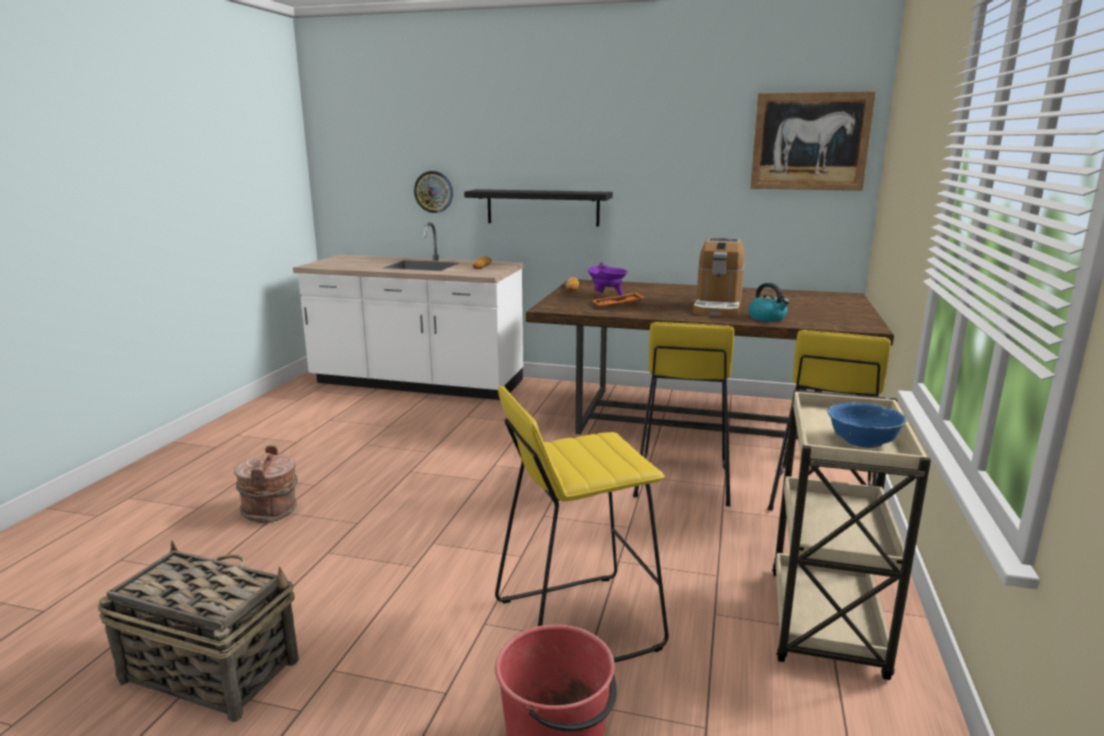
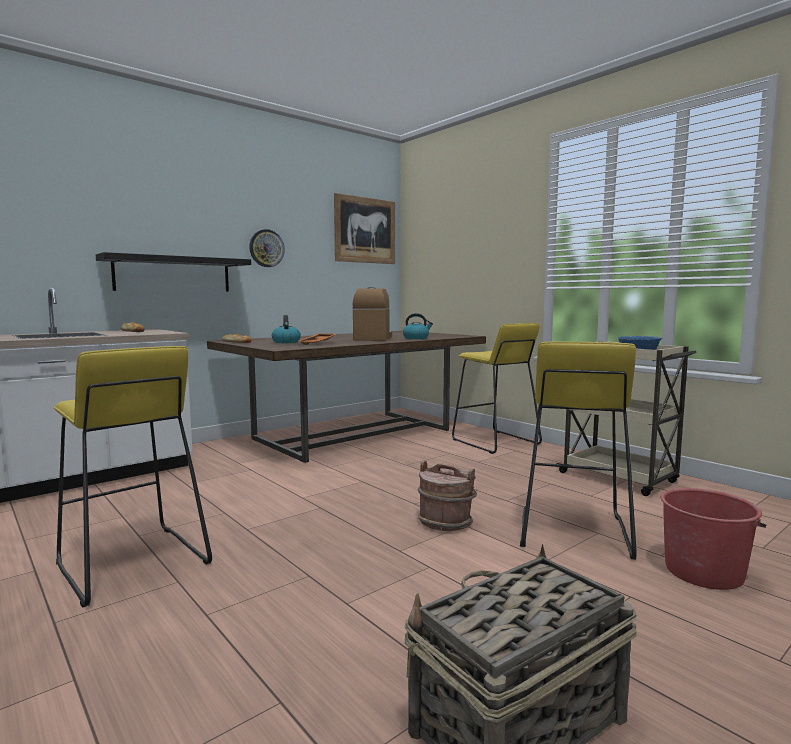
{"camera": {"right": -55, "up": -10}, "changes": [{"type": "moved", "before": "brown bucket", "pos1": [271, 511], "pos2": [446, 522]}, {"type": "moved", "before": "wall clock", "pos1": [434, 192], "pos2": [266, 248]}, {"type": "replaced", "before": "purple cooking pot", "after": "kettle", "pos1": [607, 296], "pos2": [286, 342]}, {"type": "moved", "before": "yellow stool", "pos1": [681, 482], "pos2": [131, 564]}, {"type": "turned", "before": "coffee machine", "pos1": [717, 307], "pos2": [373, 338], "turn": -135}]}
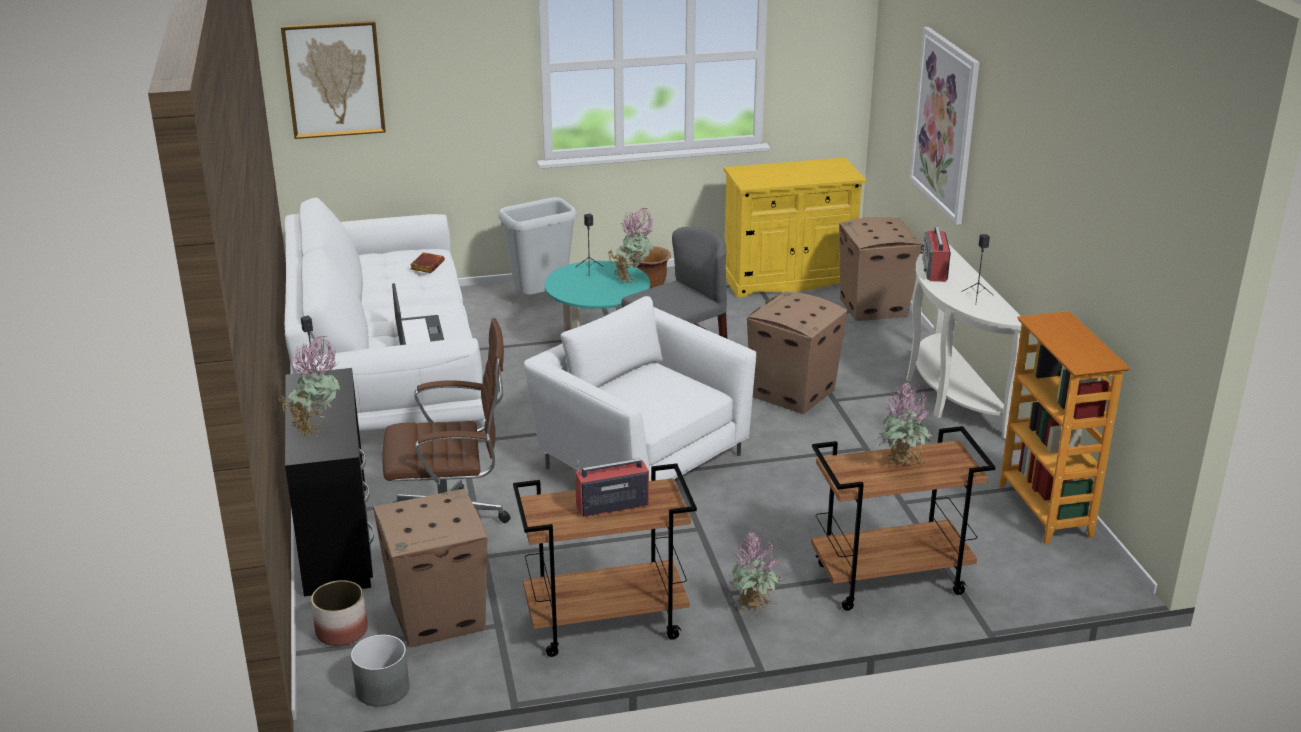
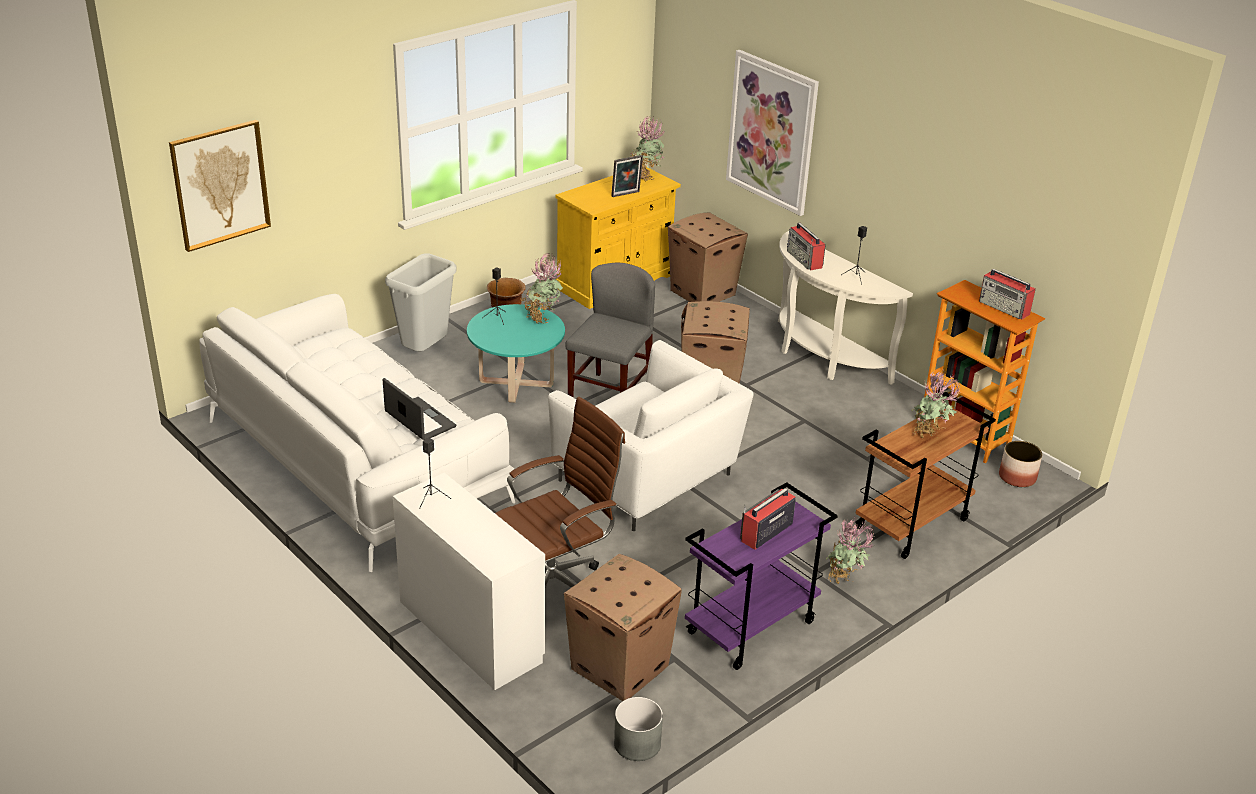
{"camera": {"right": -30, "up": 5}, "changes": [{"type": "moved", "before": "potted plant", "pos1": [316, 428], "pos2": [645, 176]}, {"type": "recoloured", "before": "black desk", "after": "white desk", "pos1": [335, 539], "pos2": [470, 631]}, {"type": "moved", "before": "planter", "pos1": [342, 631], "pos2": [1017, 477]}, {"type": "removed", "before": "brown book", "pos1": [427, 265]}, {"type": "recoloured", "before": "brown cart", "after": "purple cart", "pos1": [604, 624], "pos2": [750, 629]}, {"type": "turned", "before": "white armchair", "pos1": [640, 459], "pos2": [648, 480], "turn": -150}, {"type": "added", "after": "picture frame", "pos2": [626, 194]}, {"type": "added", "after": "radio", "pos2": [1004, 308]}]}
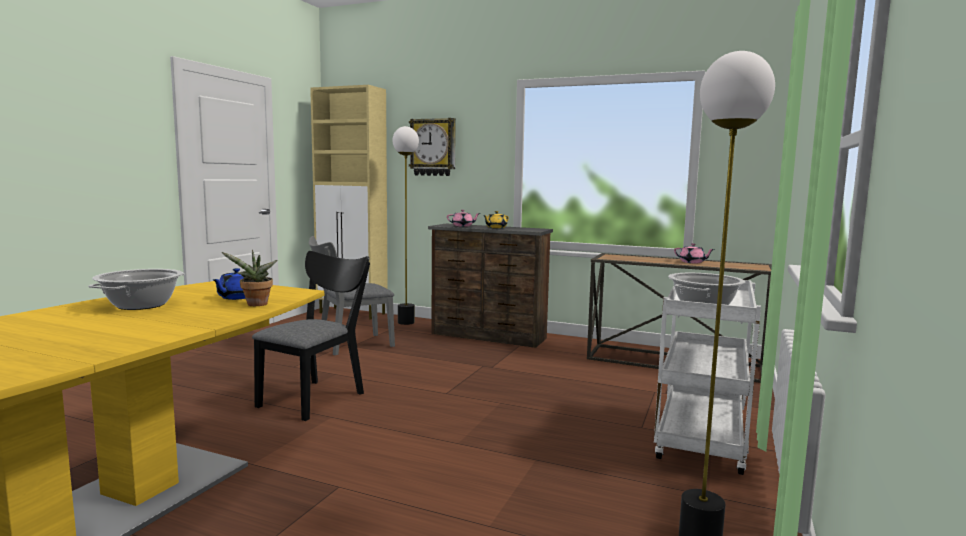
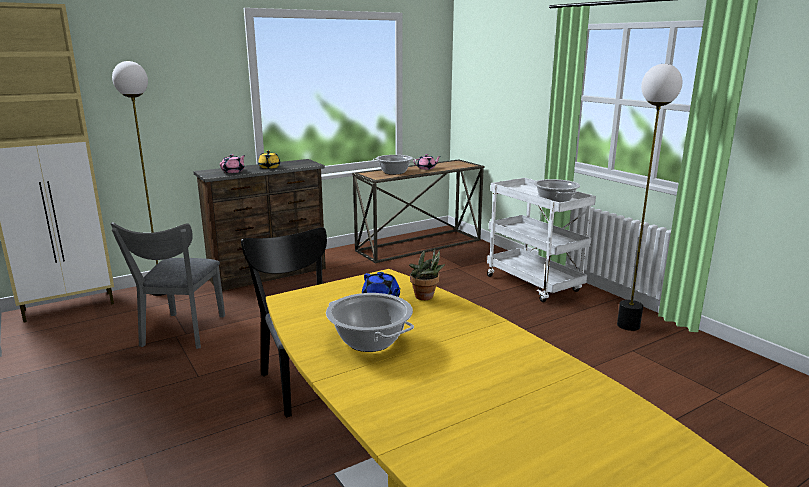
{"camera": {"right": -55, "up": 10}, "changes": [{"type": "removed", "before": "wall clock", "pos1": [433, 147]}, {"type": "added", "after": "cooking pot", "pos2": [394, 172]}]}
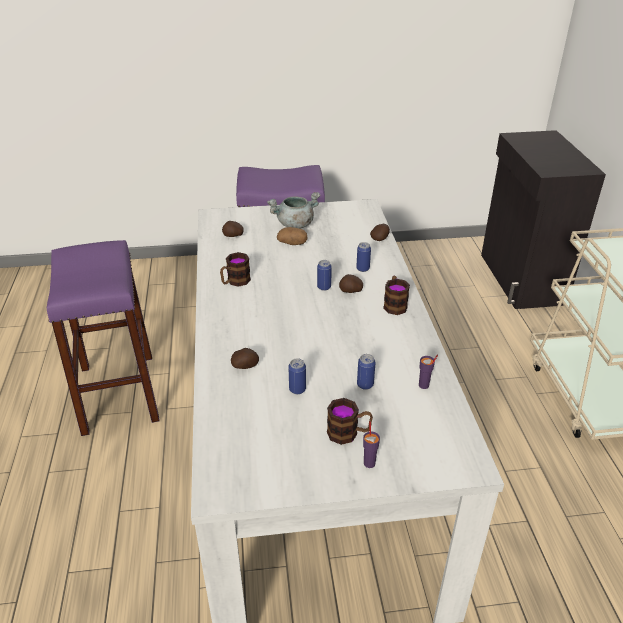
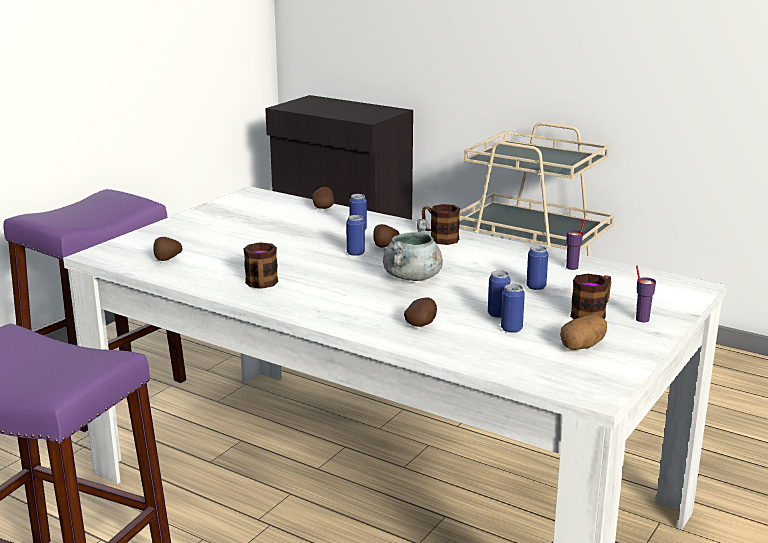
{"camera": {"right": -50, "up": -15}, "changes": [{"type": "moved", "before": "grey cooking pot", "pos1": [295, 225], "pos2": [412, 277]}, {"type": "moved", "before": "potato", "pos1": [292, 243], "pos2": [583, 346]}, {"type": "added", "after": "can", "pos2": [511, 329]}]}
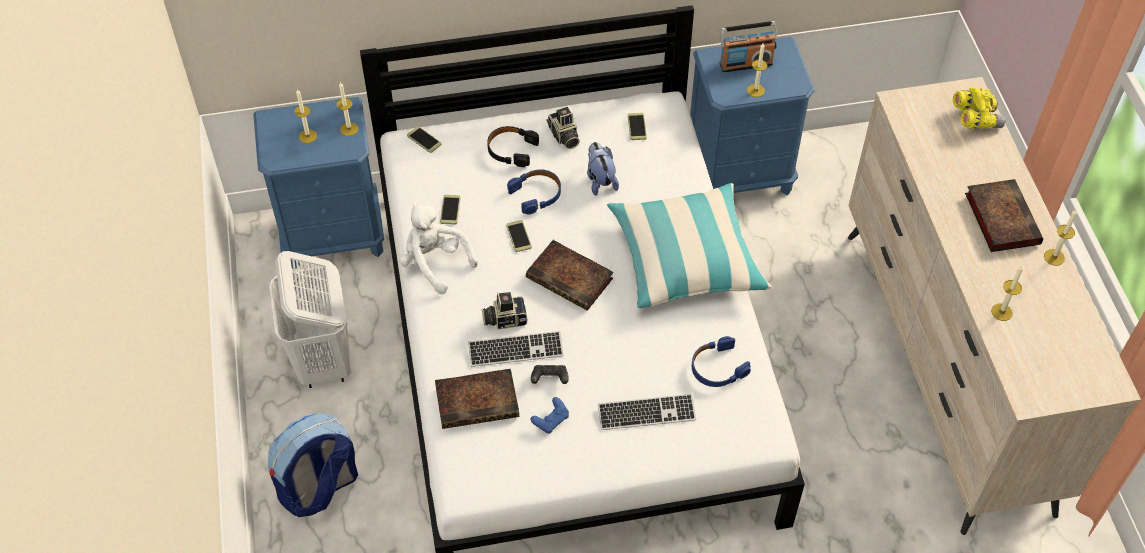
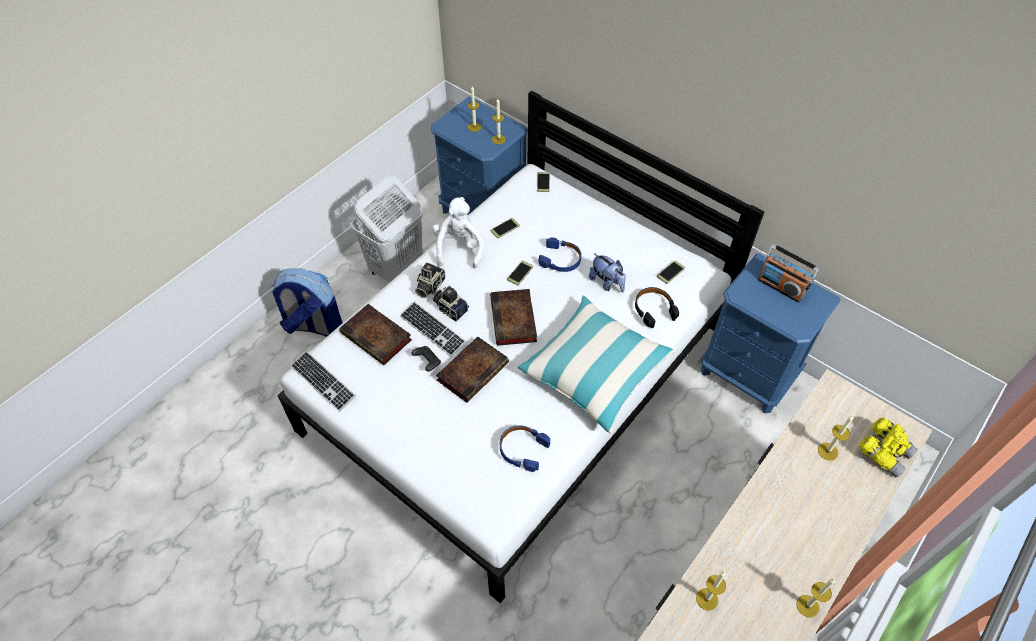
{"camera": {"right": 50, "up": 0}, "changes": [{"type": "moved", "before": "black headphones", "pos1": [511, 150], "pos2": [654, 309]}, {"type": "removed", "before": "blue game controller", "pos1": [551, 420]}, {"type": "moved", "before": "photo camera", "pos1": [563, 136], "pos2": [429, 286]}, {"type": "turned", "before": "plush toy", "pos1": [600, 180], "pos2": [607, 283], "turn": 105}, {"type": "moved", "before": "keyboard", "pos1": [646, 413], "pos2": [323, 382]}, {"type": "moved", "before": "candle", "pos1": [755, 90], "pos2": [827, 451]}, {"type": "moved", "before": "book", "pos1": [1000, 217], "pos2": [473, 370]}]}
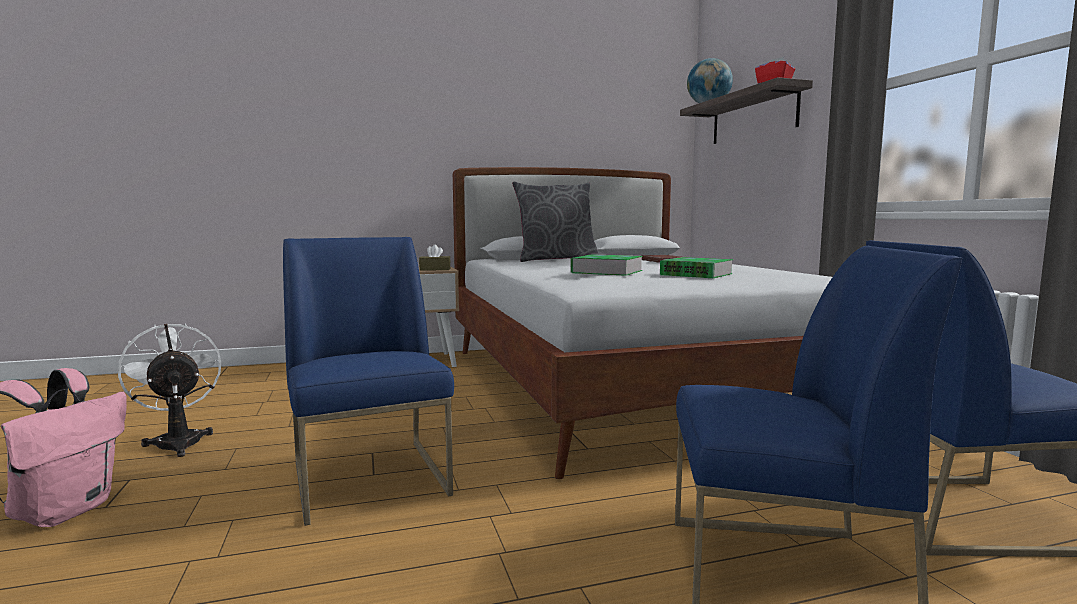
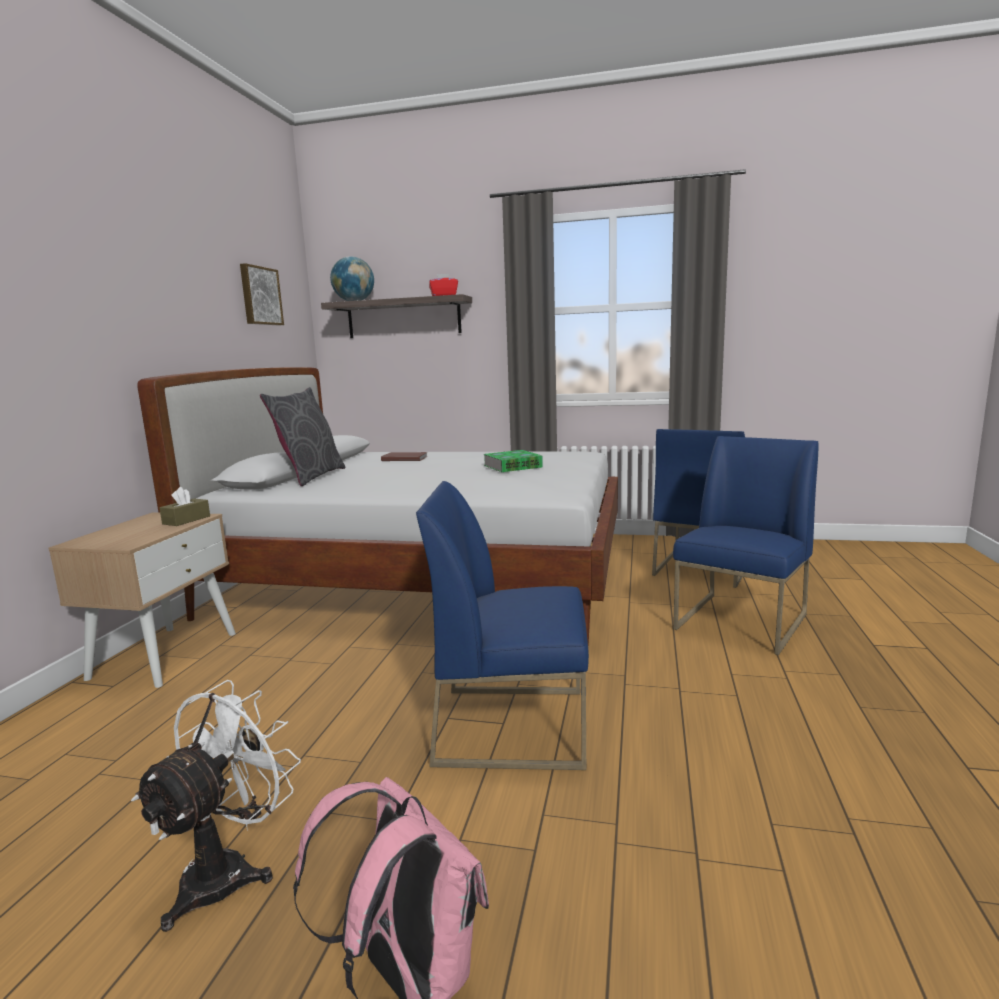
{"camera": {"right": -60, "up": 5}, "changes": [{"type": "turned", "before": "white fan", "pos1": [178, 441], "pos2": [229, 870], "turn": 120}, {"type": "removed", "before": "book", "pos1": [607, 271]}, {"type": "added", "after": "picture", "pos2": [260, 296]}]}
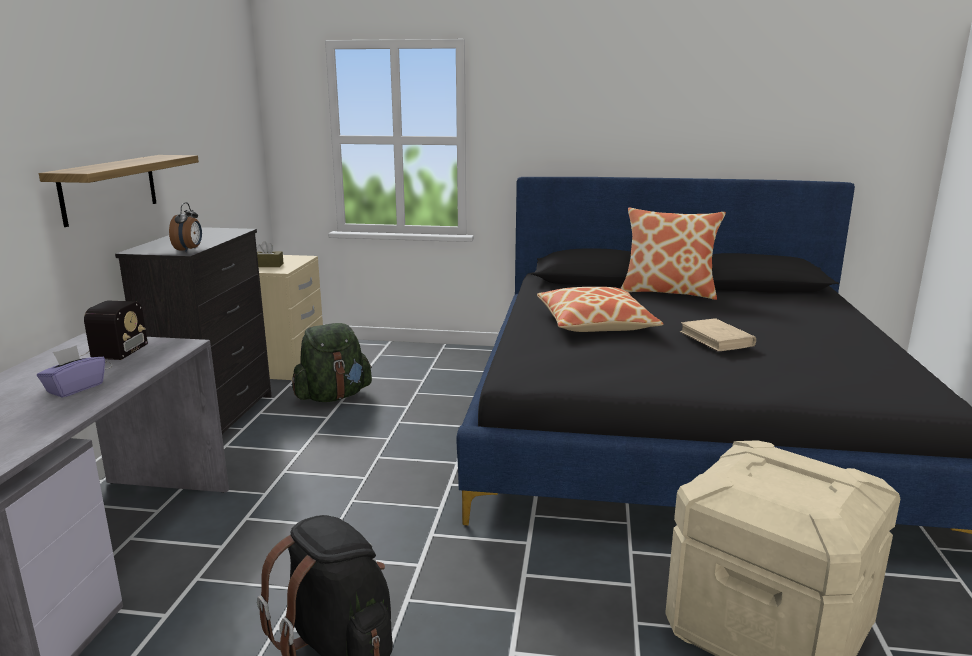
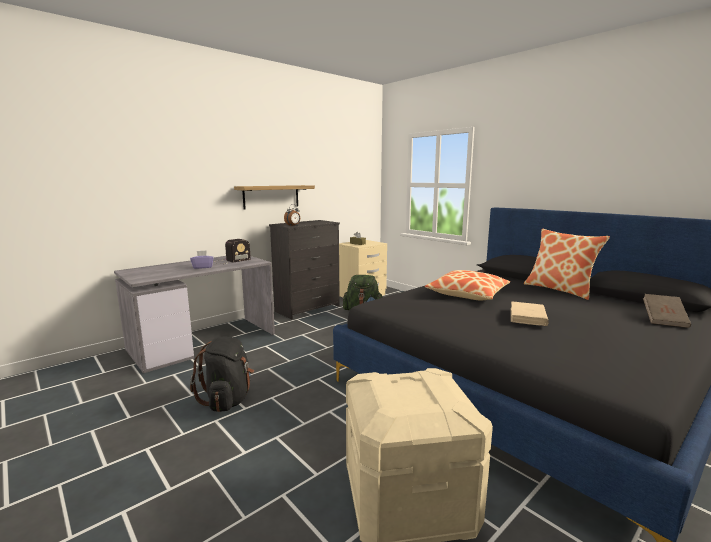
{"camera": {"right": 40, "up": -5}, "changes": [{"type": "added", "after": "brown book", "pos2": [664, 320]}]}
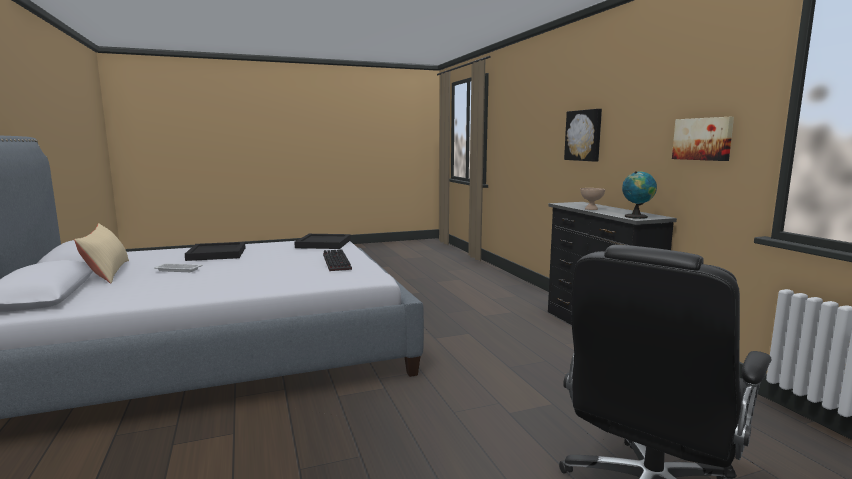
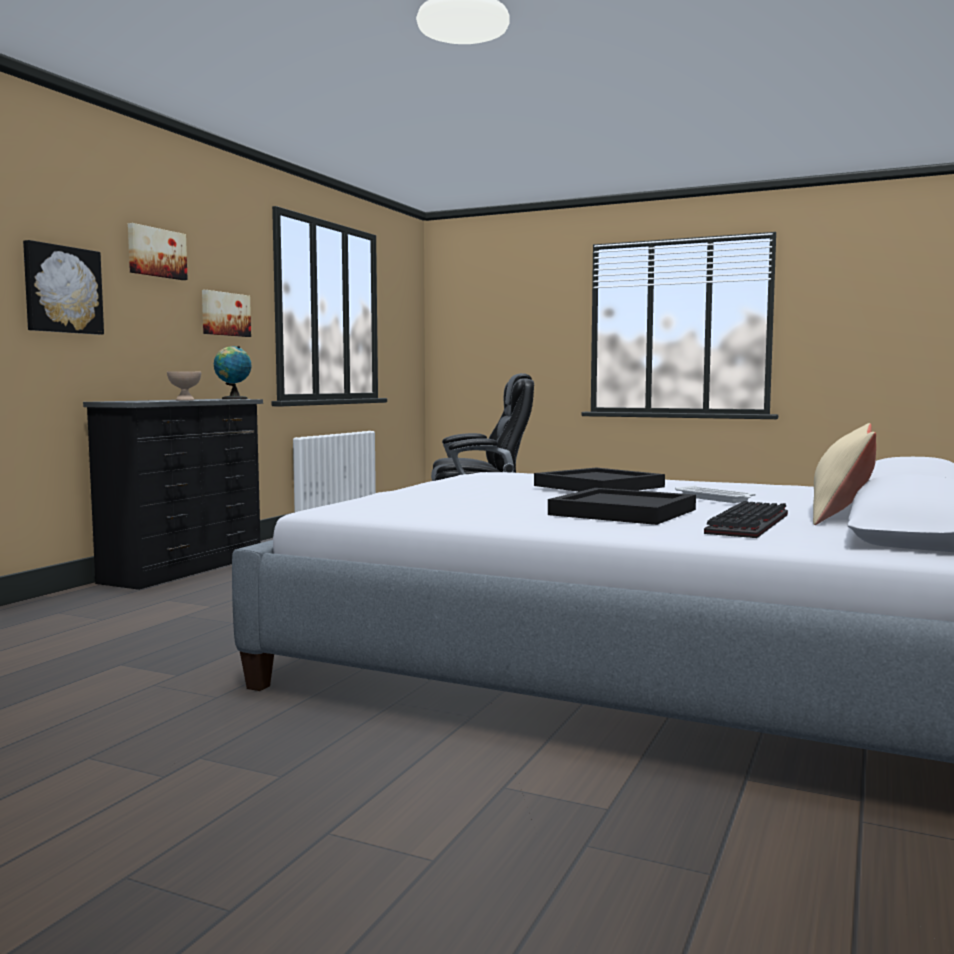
{"camera": {"right": -135, "up": -5}, "changes": [{"type": "moved", "before": "black tray", "pos1": [324, 243], "pos2": [597, 486]}, {"type": "moved", "before": "keyboard", "pos1": [335, 262], "pos2": [751, 525]}, {"type": "added", "after": "picture", "pos2": [156, 252]}]}
